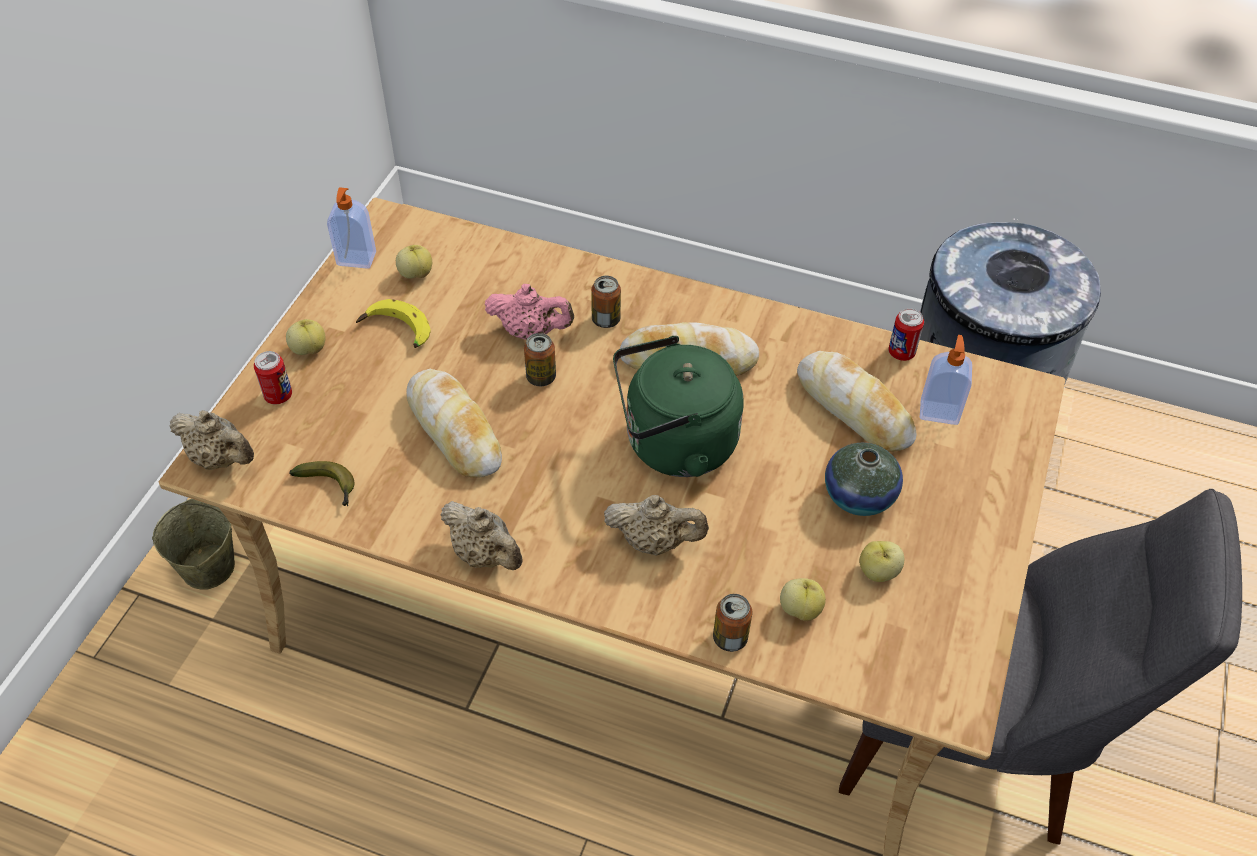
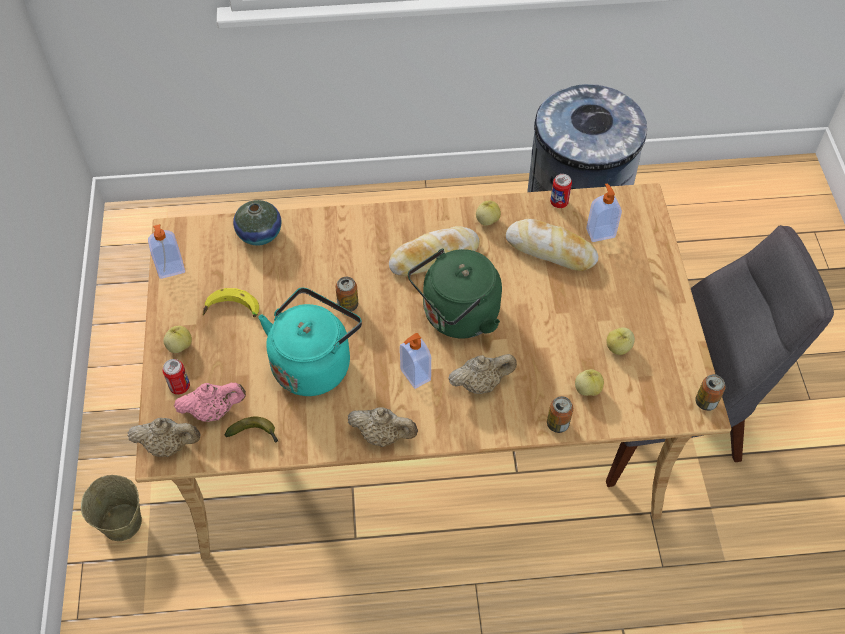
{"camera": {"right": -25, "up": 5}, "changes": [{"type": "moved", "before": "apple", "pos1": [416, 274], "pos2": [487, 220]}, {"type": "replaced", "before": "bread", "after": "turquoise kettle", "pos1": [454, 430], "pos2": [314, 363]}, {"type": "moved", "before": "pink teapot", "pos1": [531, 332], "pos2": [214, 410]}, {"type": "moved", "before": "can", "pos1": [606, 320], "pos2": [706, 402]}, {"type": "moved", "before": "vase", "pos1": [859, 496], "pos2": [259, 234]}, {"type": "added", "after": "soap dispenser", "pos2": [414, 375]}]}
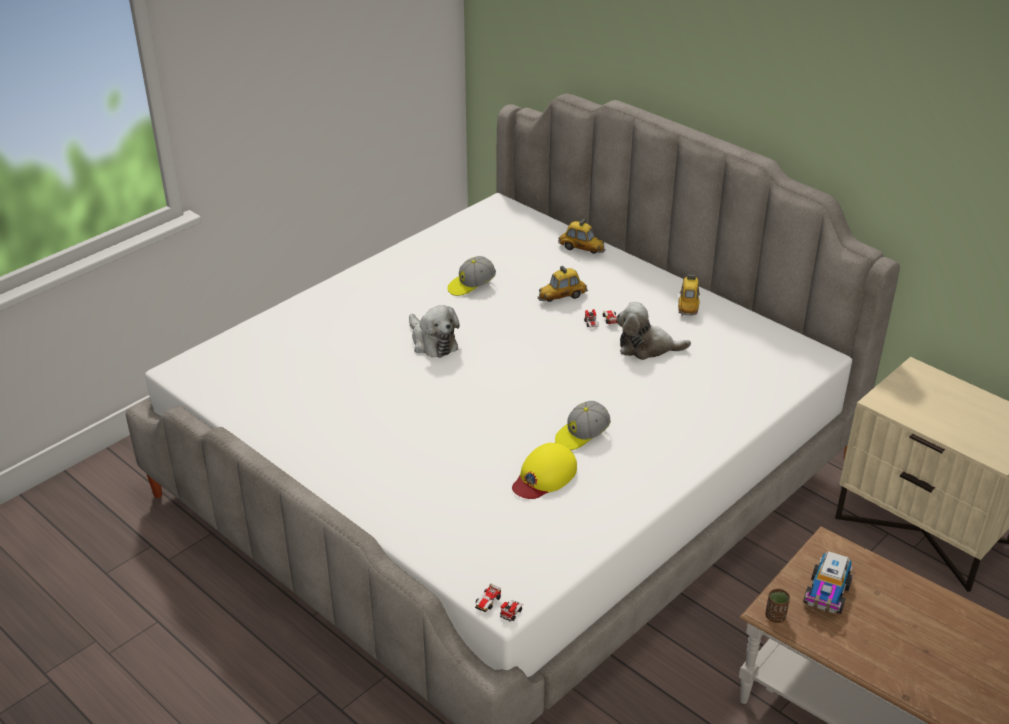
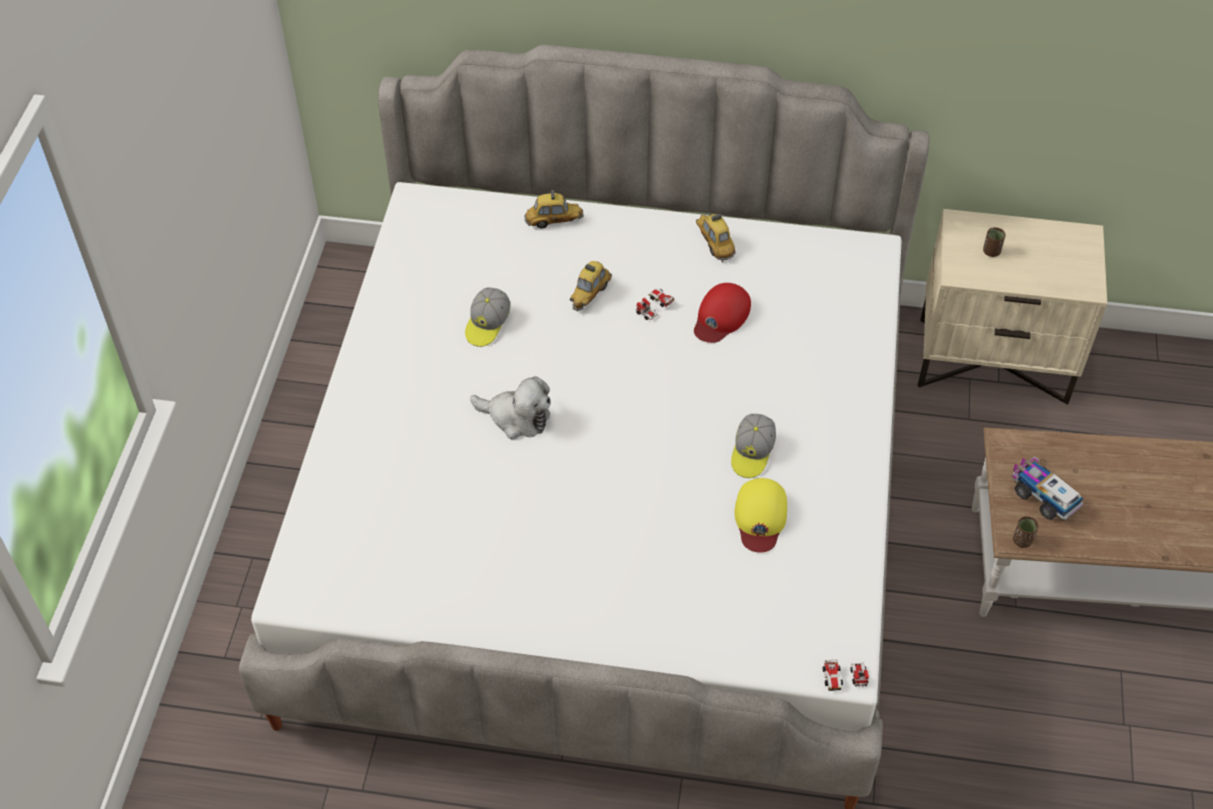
{"camera": {"right": -35, "up": 15}, "changes": [{"type": "replaced", "before": "plush toy", "after": "red cap", "pos1": [647, 347], "pos2": [721, 316]}, {"type": "turned", "before": "toy truck", "pos1": [826, 595], "pos2": [1042, 496], "turn": 150}, {"type": "added", "after": "brown cup", "pos2": [991, 251]}]}
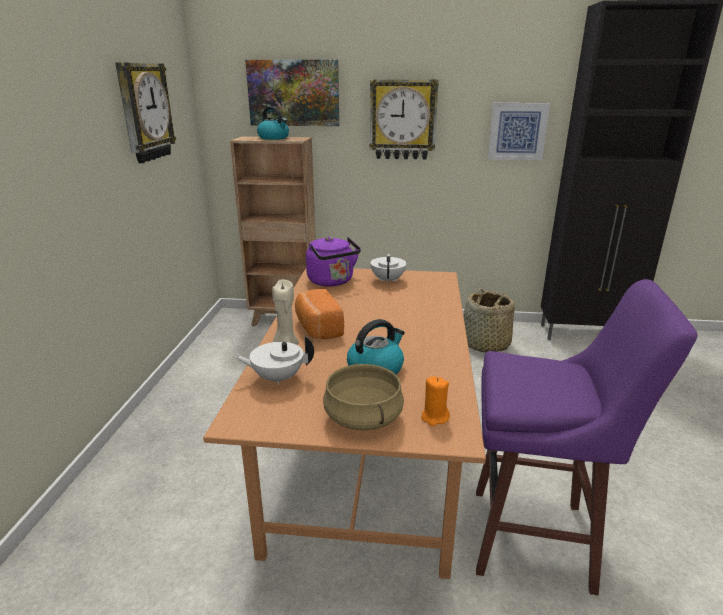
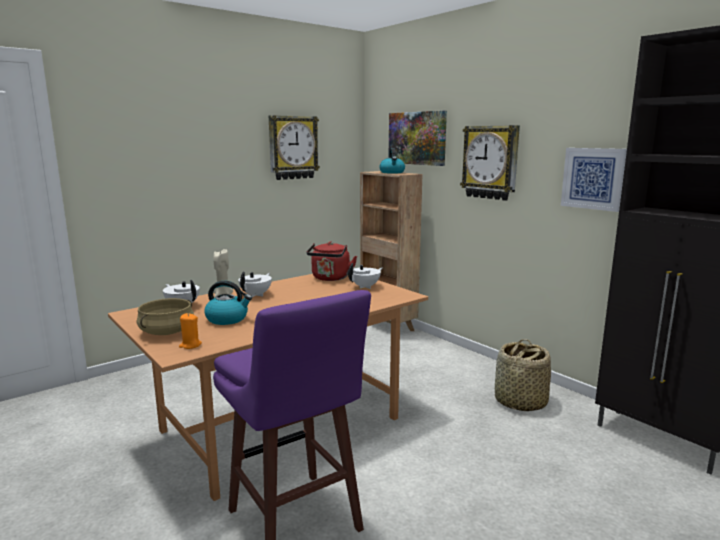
{"camera": {"right": 45, "up": -10}, "changes": [{"type": "replaced", "before": "bread", "after": "white teapot", "pos1": [317, 328], "pos2": [256, 295]}, {"type": "recoloured", "before": "purple kettle", "after": "red kettle", "pos1": [332, 281], "pos2": [330, 278]}]}
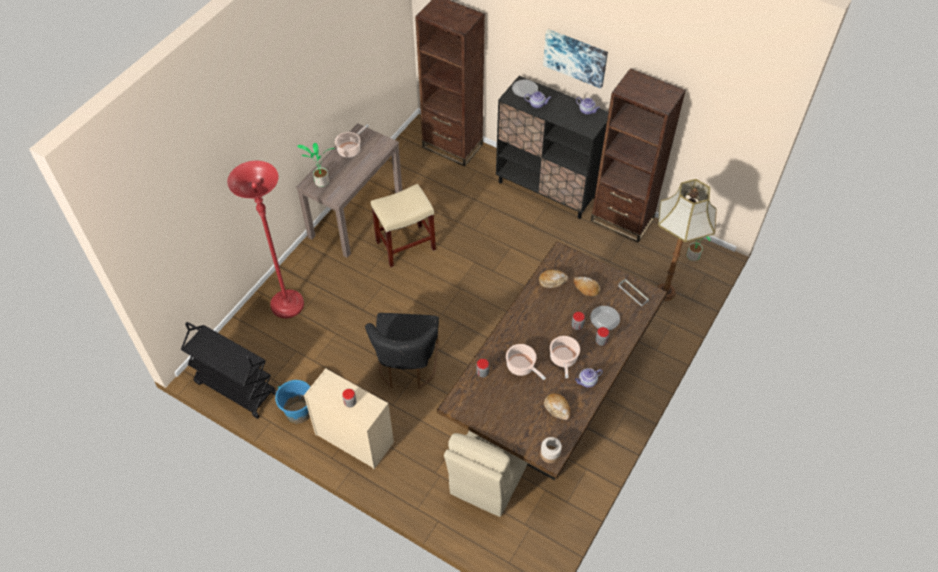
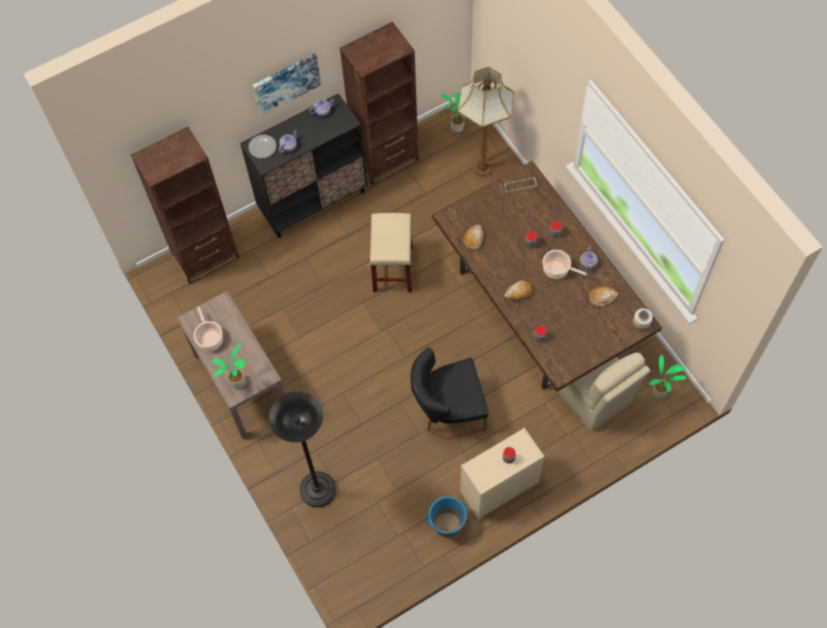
{"camera": {"right": -60, "up": 10}, "changes": [{"type": "removed", "before": "black cart", "pos1": [236, 388]}, {"type": "recoloured", "before": "red floor lamp", "after": "black floor lamp", "pos1": [287, 305], "pos2": [318, 490]}, {"type": "turned", "before": "black chair", "pos1": [407, 367], "pos2": [448, 411], "turn": 135}, {"type": "moved", "before": "beige stool", "pos1": [406, 245], "pos2": [392, 268]}, {"type": "removed", "before": "cooking pot", "pos1": [521, 366]}, {"type": "moved", "before": "bread", "pos1": [586, 288], "pos2": [518, 293]}, {"type": "removed", "before": "plate", "pos1": [605, 318]}, {"type": "added", "after": "potted plant", "pos2": [660, 392]}]}
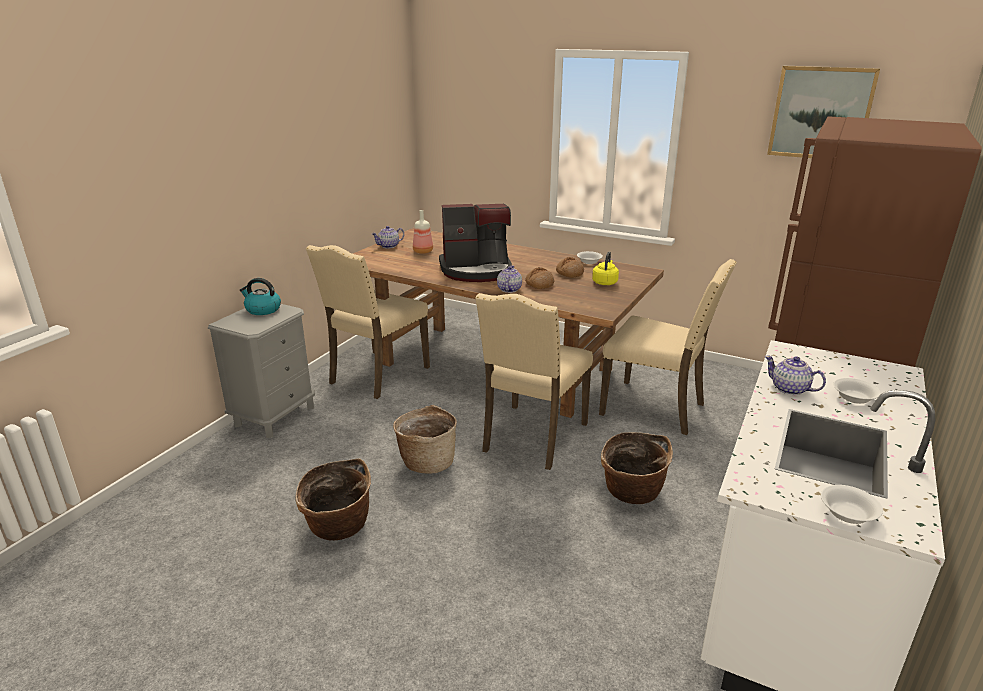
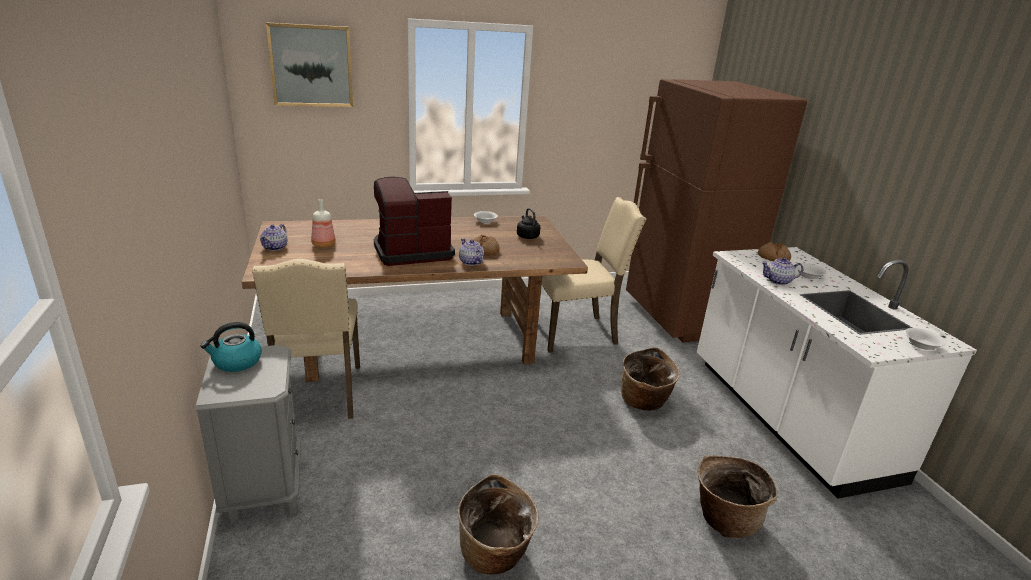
{"camera": {"right": -45, "up": 0}, "changes": [{"type": "moved", "before": "basket", "pos1": [427, 461], "pos2": [724, 519]}, {"type": "turned", "before": "coffee machine", "pos1": [476, 270], "pos2": [411, 251], "turn": -150}, {"type": "removed", "before": "beige chair", "pos1": [532, 437]}, {"type": "moved", "before": "bread", "pos1": [569, 273], "pos2": [773, 258]}, {"type": "recoloured", "before": "yellow kettle", "after": "black kettle", "pos1": [605, 282], "pos2": [527, 236]}, {"type": "moved", "before": "picture", "pos1": [821, 113], "pos2": [311, 66]}]}
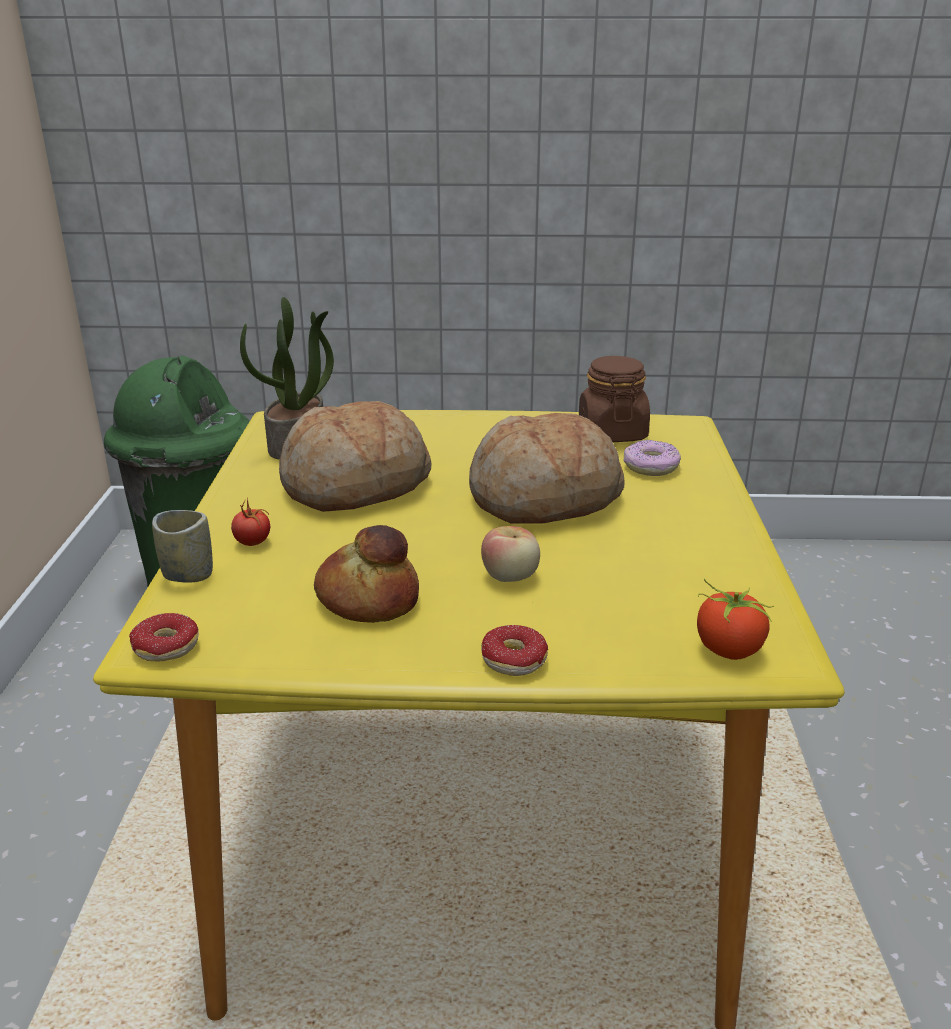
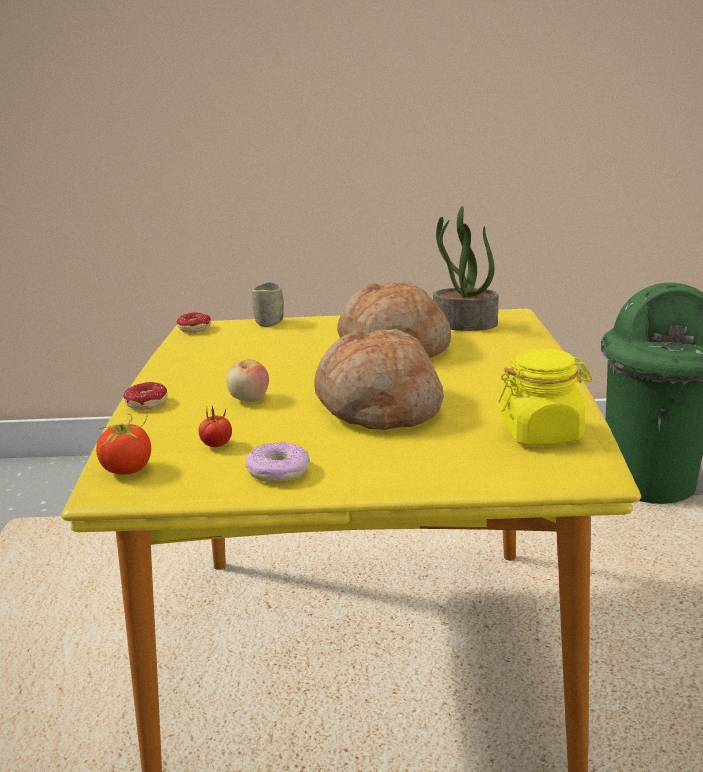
{"camera": {"right": 90, "up": -5}, "changes": [{"type": "moved", "before": "tomato", "pos1": [253, 542], "pos2": [216, 445]}, {"type": "removed", "before": "bread", "pos1": [369, 599]}, {"type": "recoloured", "before": "brown jar", "after": "yellow jar", "pos1": [612, 433], "pos2": [542, 433]}, {"type": "moved", "before": "donut", "pos1": [651, 466], "pos2": [278, 471]}]}
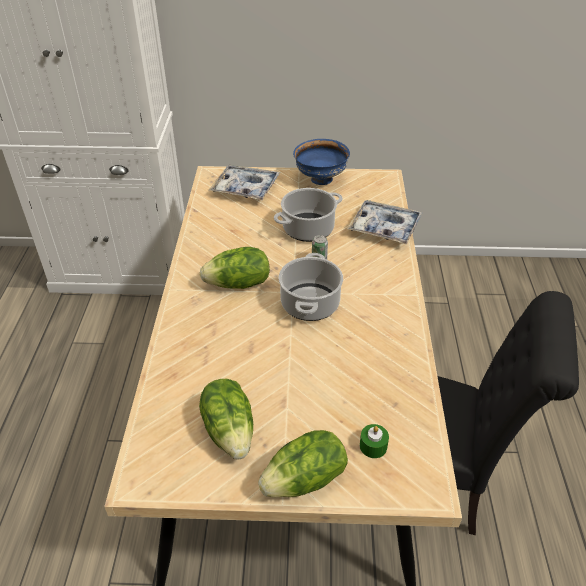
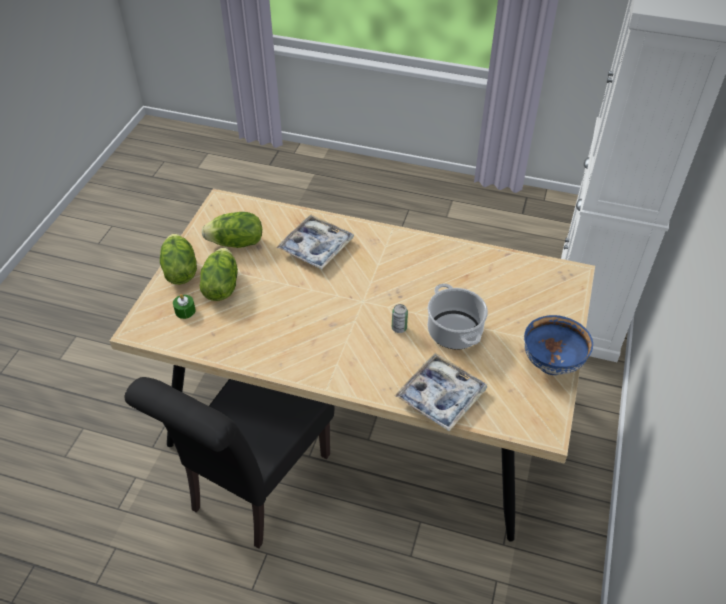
{"camera": {"right": 105, "up": 5}, "changes": [{"type": "moved", "before": "lettuce", "pos1": [238, 284], "pos2": [220, 286]}, {"type": "moved", "before": "tray", "pos1": [245, 188], "pos2": [316, 247]}, {"type": "removed", "before": "cooking pot", "pos1": [309, 303]}]}
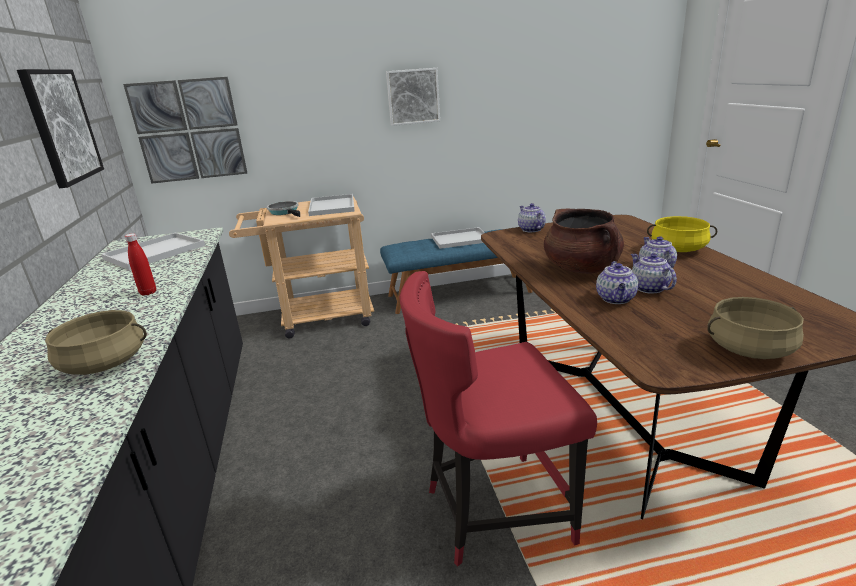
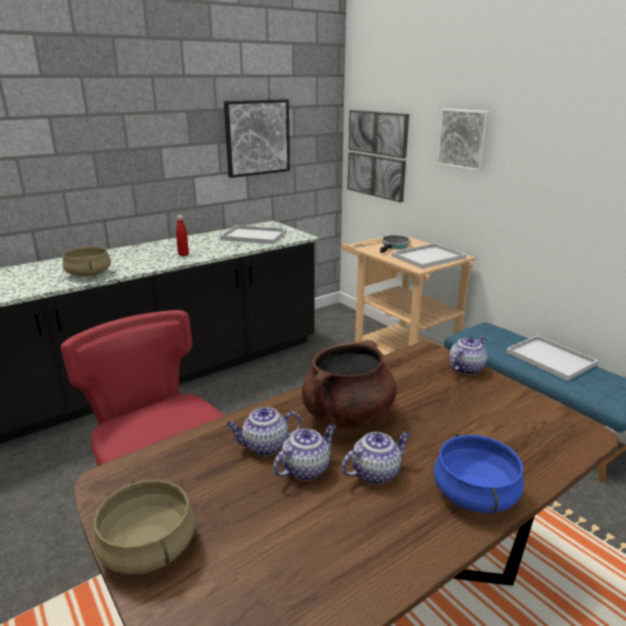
{"camera": {"right": 65, "up": 0}, "changes": [{"type": "moved", "before": "picture", "pos1": [413, 96], "pos2": [464, 139]}, {"type": "recoloured", "before": "yellow cooking pot", "after": "blue cooking pot", "pos1": [678, 249], "pos2": [474, 494]}]}
